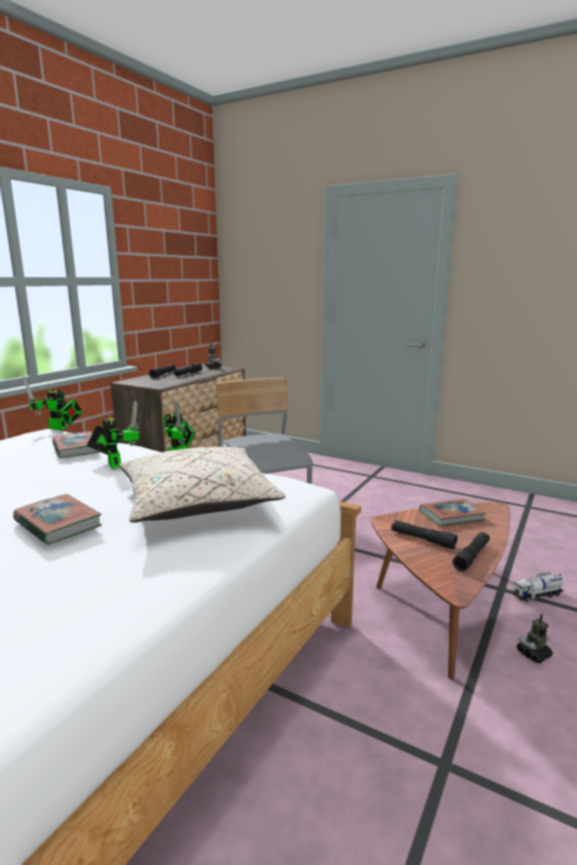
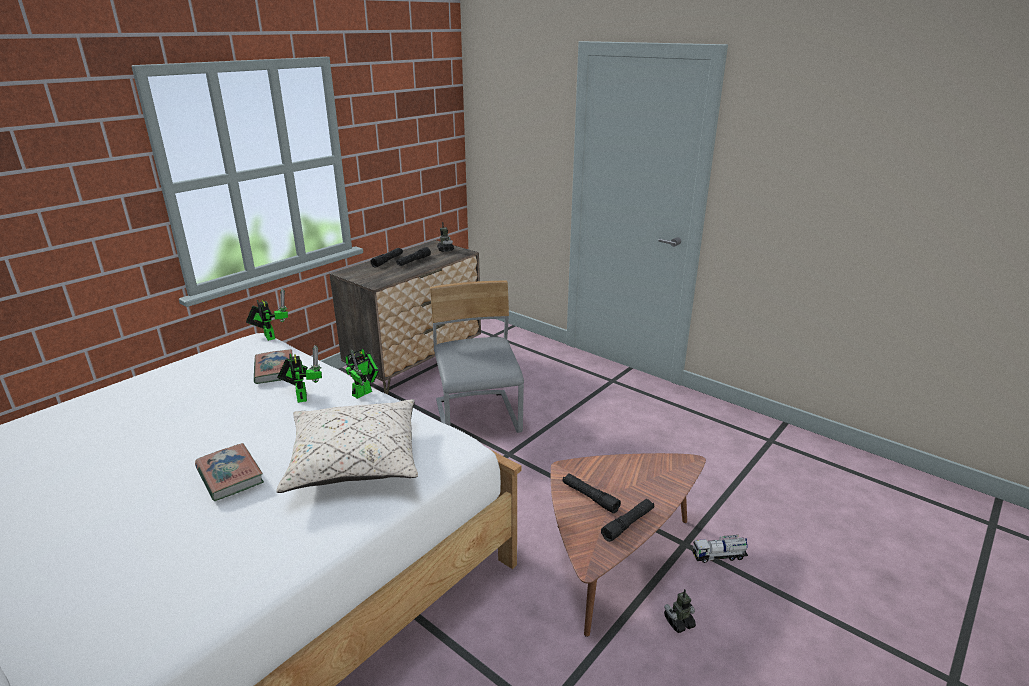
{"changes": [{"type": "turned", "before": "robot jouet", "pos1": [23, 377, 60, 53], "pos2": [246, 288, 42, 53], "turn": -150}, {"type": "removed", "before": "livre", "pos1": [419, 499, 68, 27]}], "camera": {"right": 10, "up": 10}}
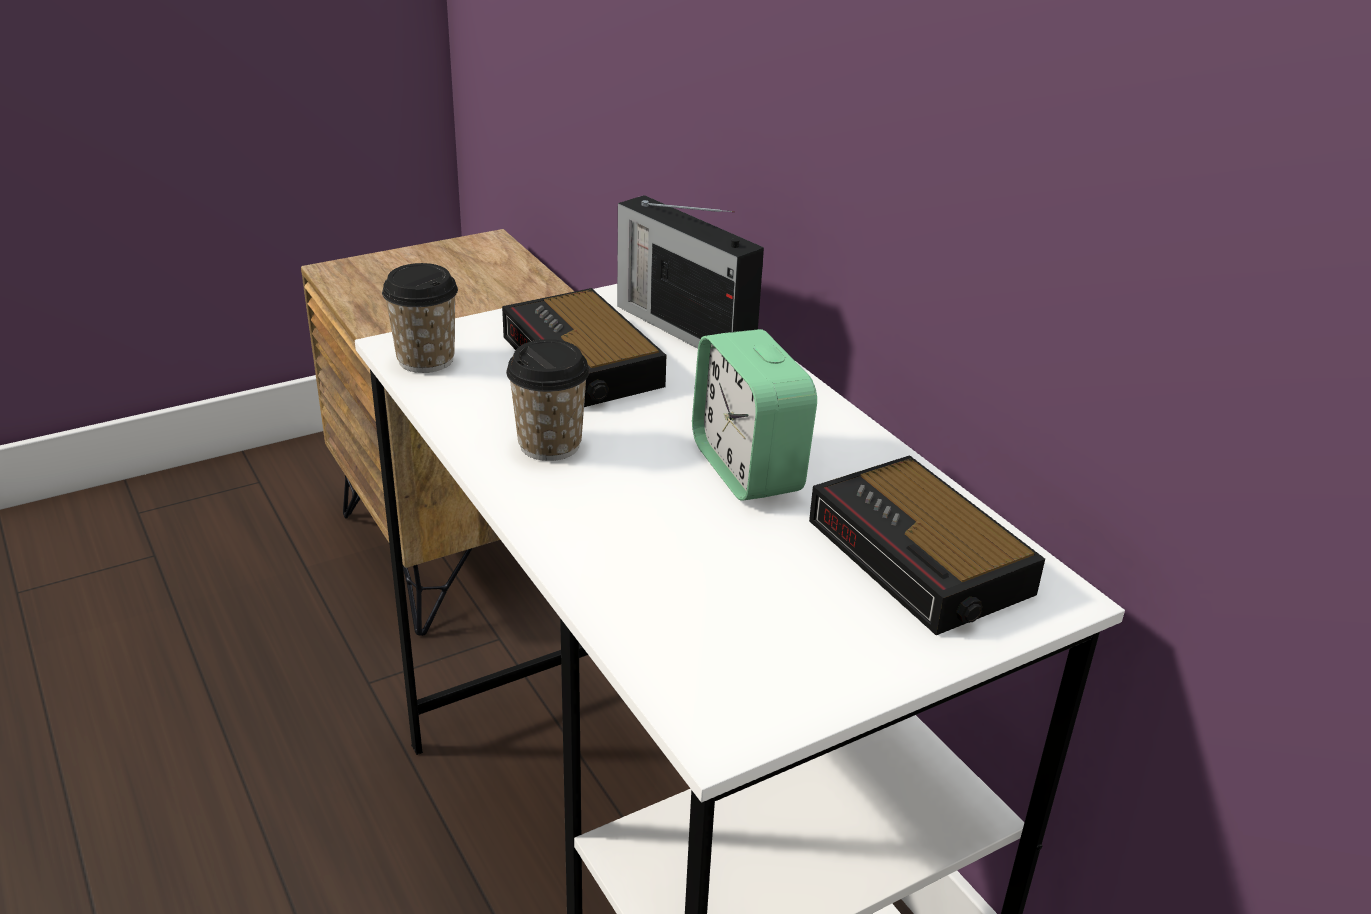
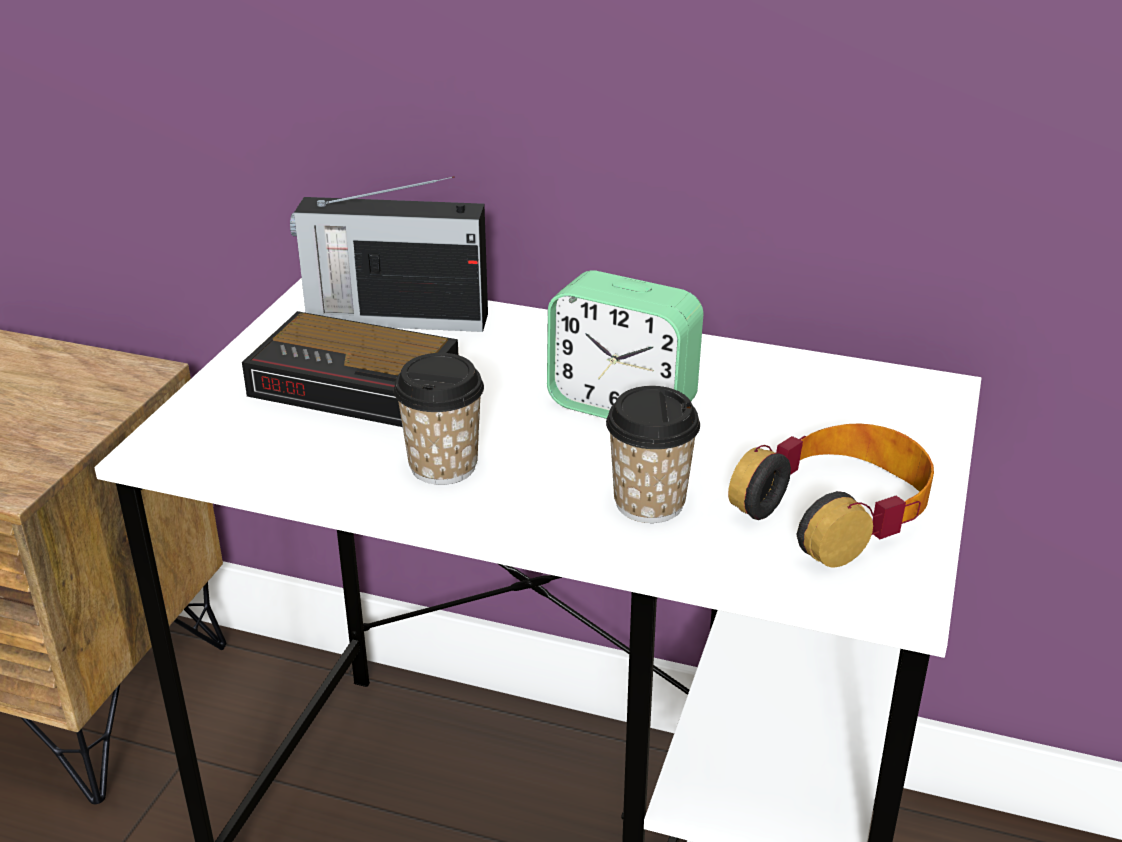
{"changes": [{"type": "moved", "before": "tasse", "pos1": [382, 263, 76, 110], "pos2": [606, 386, 94, 137]}, {"type": "added", "after": "casque audio", "pos2": [728, 423, 206, 144]}, {"type": "removed", "before": "réveil", "pos1": [809, 455, 236, 180]}], "camera": {"right": -40, "up": 0}}
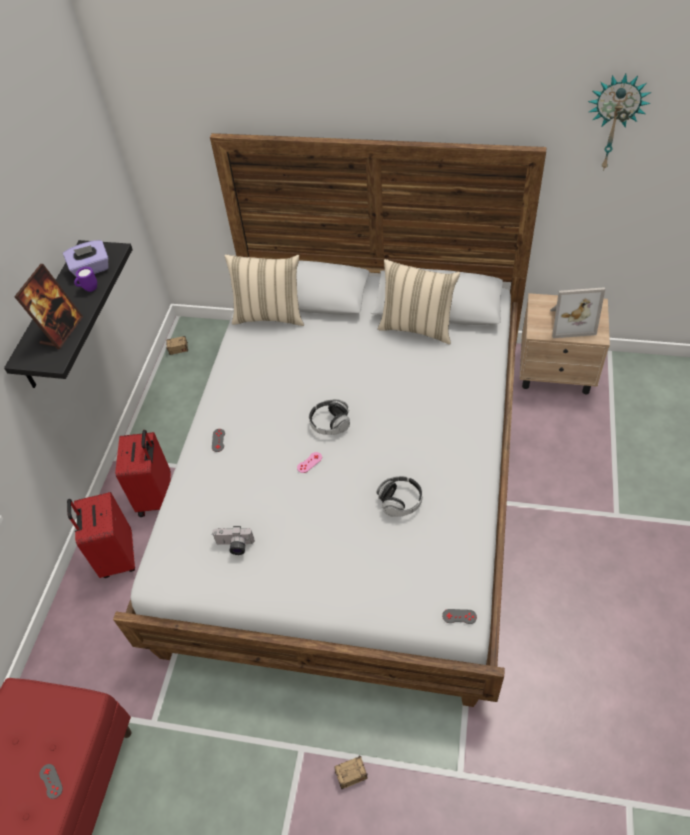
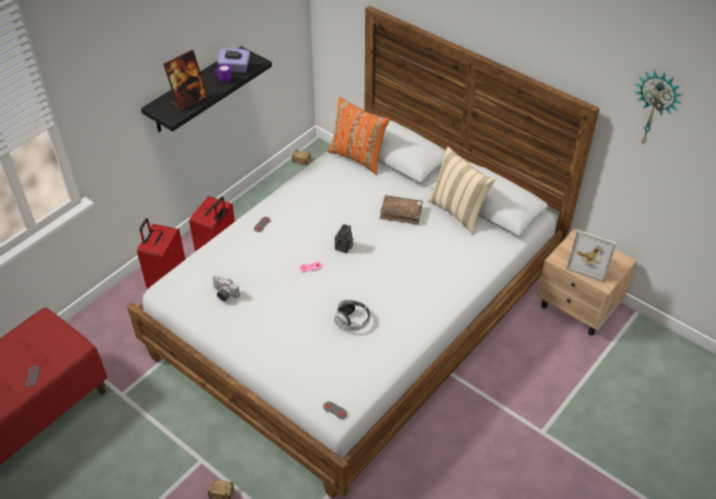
{"changes": [{"type": "recoloured", "before": "coussin/beige", "after": "coussin/orange", "pos1": [224, 254, 80, 72], "pos2": [328, 97, 62, 78]}, {"type": "replaced", "before": "casque audio", "after": "appareil photo", "pos1": [309, 400, 41, 35], "pos2": [335, 224, 18, 29]}, {"type": "added", "after": "livre/marron", "pos2": [380, 195, 43, 30]}], "camera": {"right": 25, "up": -5}}
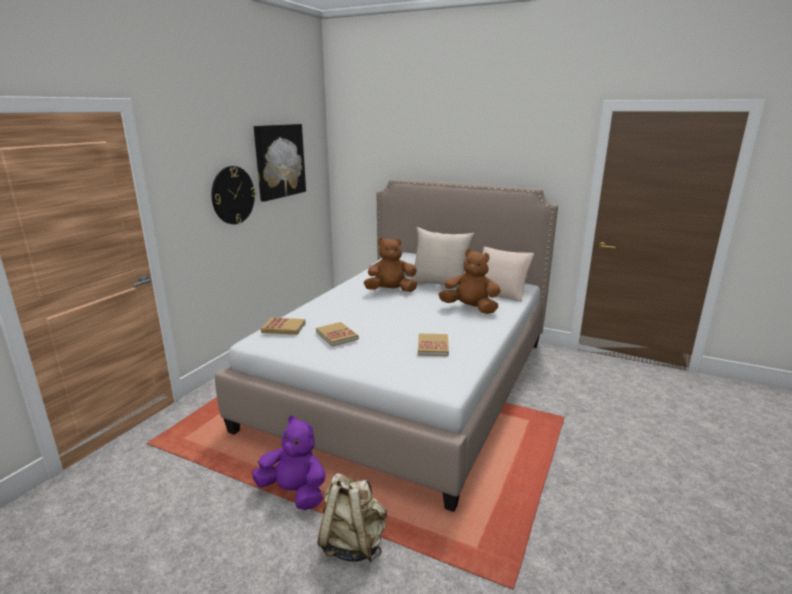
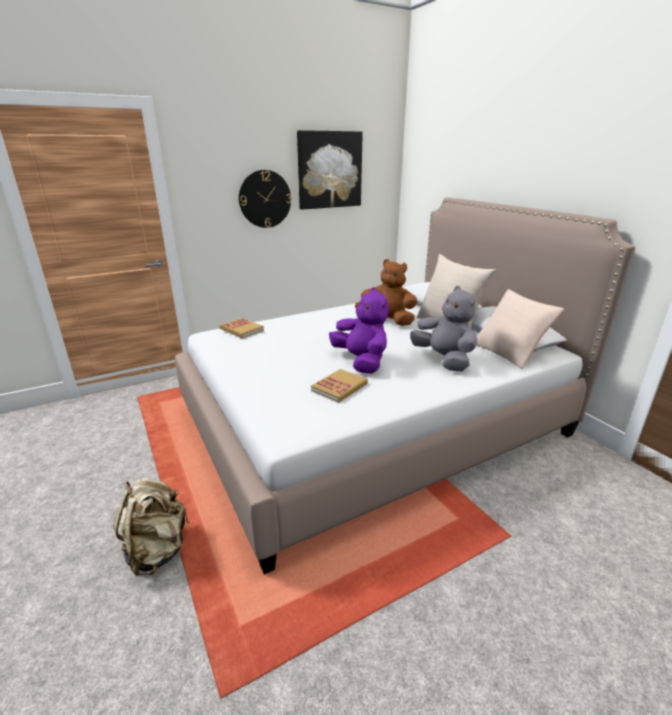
{"changes": [{"type": "moved", "before": "peluche/violet", "pos1": [252, 416, 74, 94], "pos2": [329, 287, 60, 87]}, {"type": "recoloured", "before": "peluche/marron", "after": "peluche/gris", "pos1": [438, 249, 63, 65], "pos2": [410, 286, 67, 86]}, {"type": "removed", "before": "livre", "pos1": [316, 322, 43, 24]}], "camera": {"right": 35, "up": 5}}
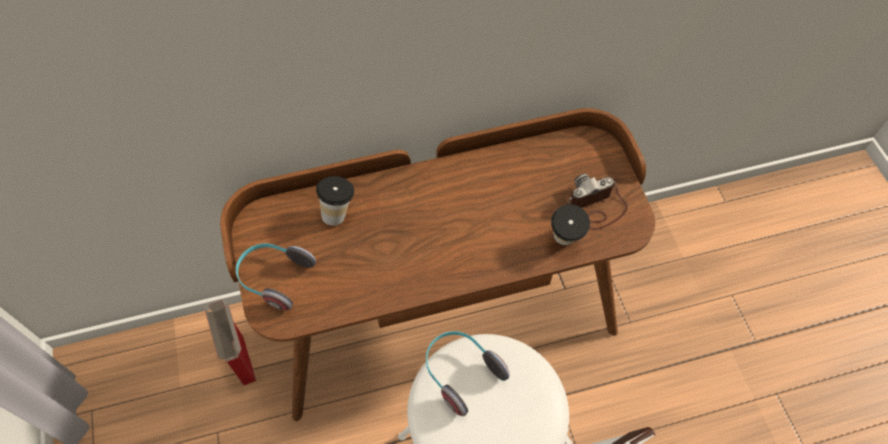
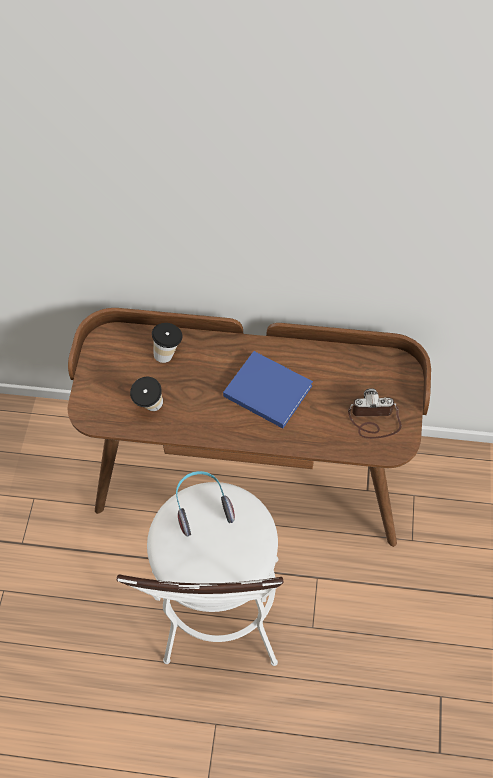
{"changes": [{"type": "moved", "before": "tasse", "pos1": [551, 204, 39, 41], "pos2": [130, 377, 33, 34]}, {"type": "added", "after": "livre/bleu", "pos2": [223, 351, 90, 78]}, {"type": "removed", "before": "carton", "pos1": [205, 300, 51, 85]}, {"type": "removed", "before": "casque audio", "pos1": [236, 243, 80, 67]}], "camera": {"right": 25, "up": 0}}
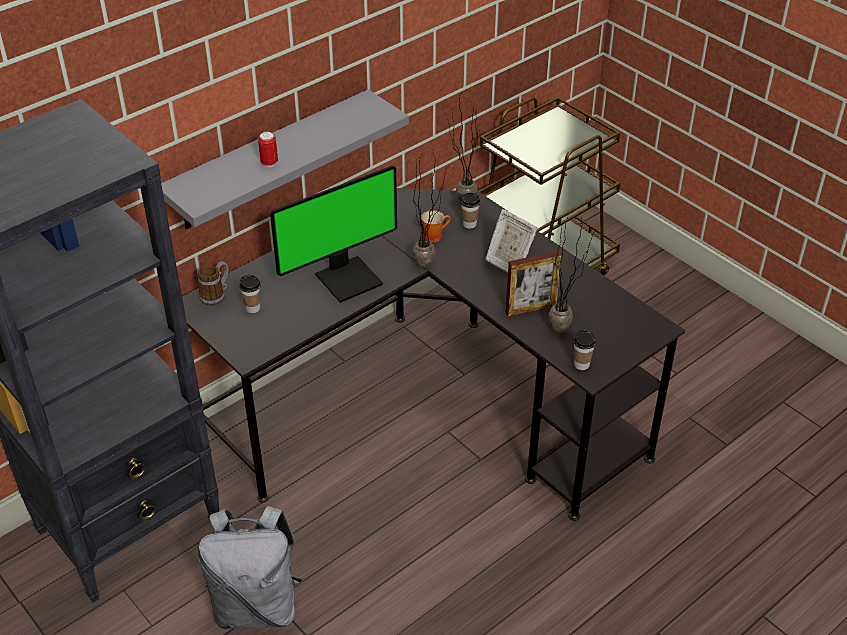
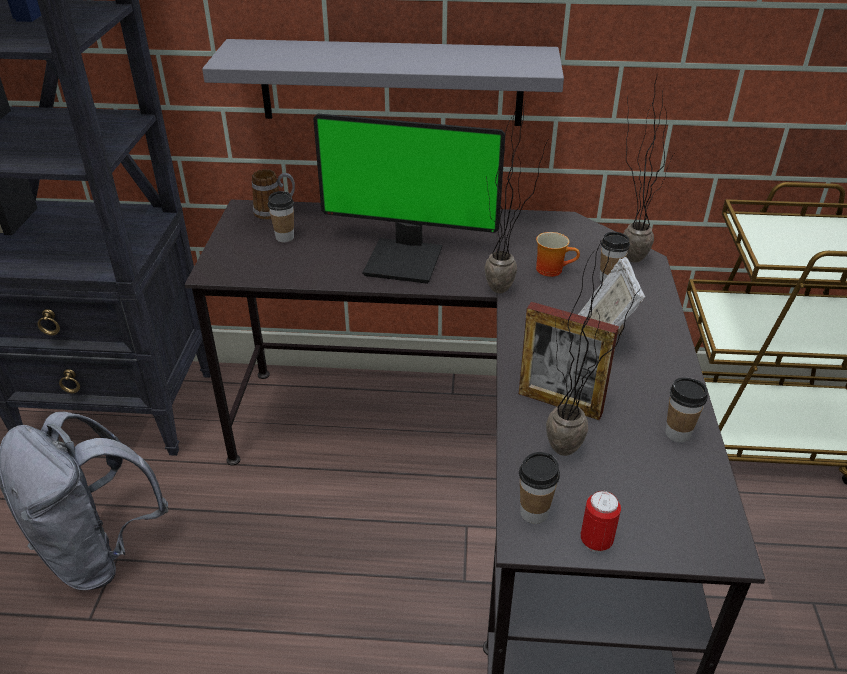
{"changes": [{"type": "moved", "before": "boîte métallique", "pos1": [258, 132, 20, 35], "pos2": [581, 491, 40, 61]}, {"type": "added", "after": "tasse", "pos2": [665, 378, 43, 65]}], "camera": {"right": 45, "up": -5}}
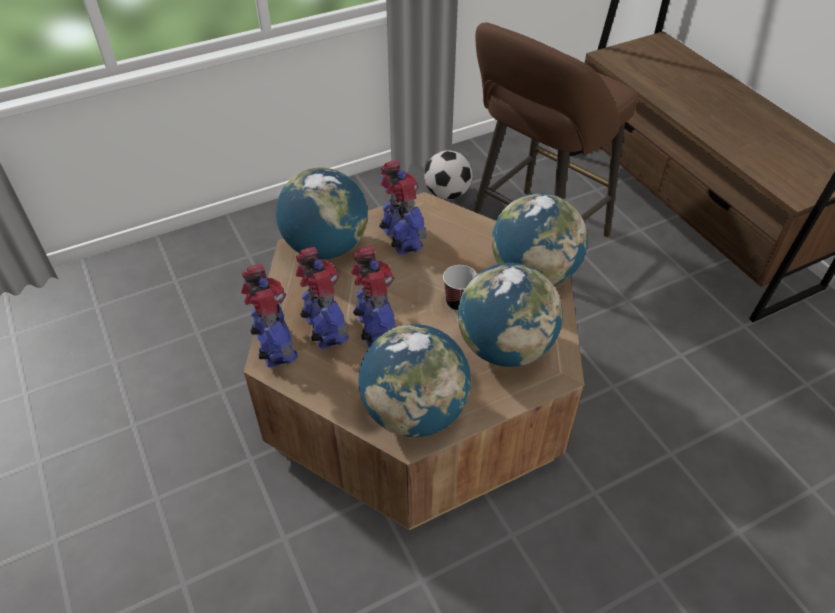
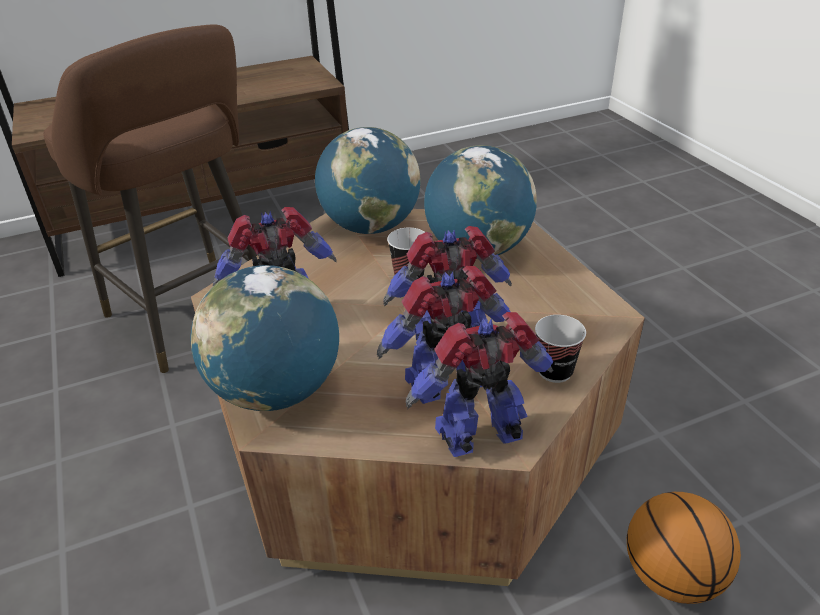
{"changes": [{"type": "added", "after": "tasse", "pos2": [535, 315, 51, 68]}, {"type": "added", "after": "ballon de basket", "pos2": [627, 492, 114, 112]}, {"type": "removed", "before": "globe", "pos1": [358, 324, 113, 113]}, {"type": "removed", "before": "ballon de foot", "pos1": [424, 150, 48, 49]}], "camera": {"right": -85, "up": -10}}
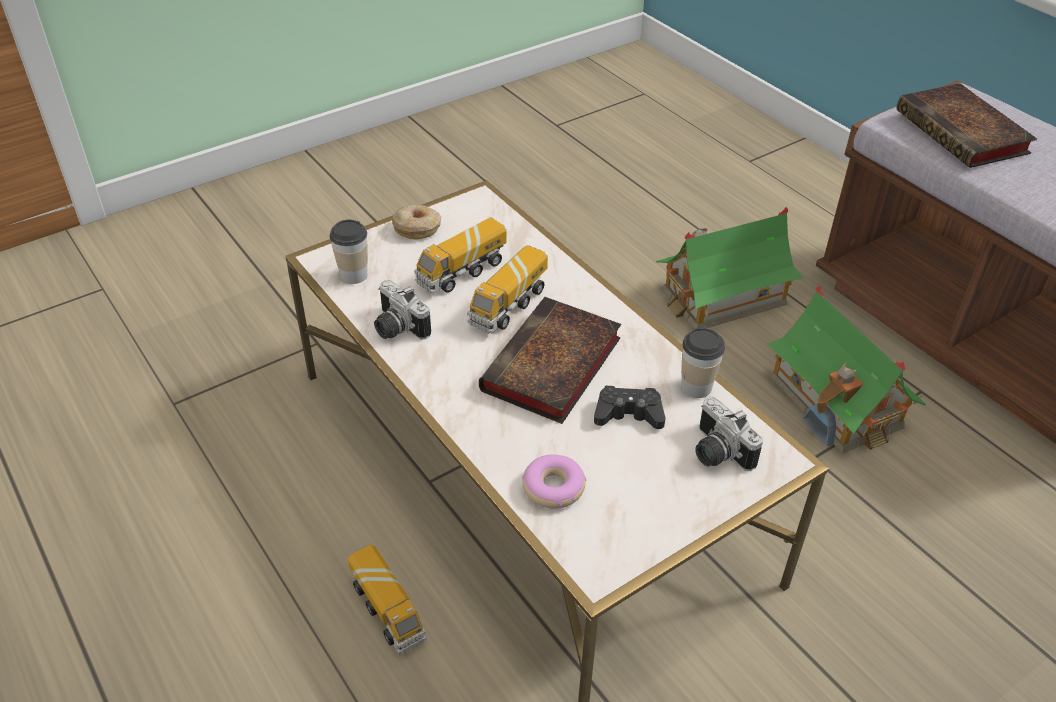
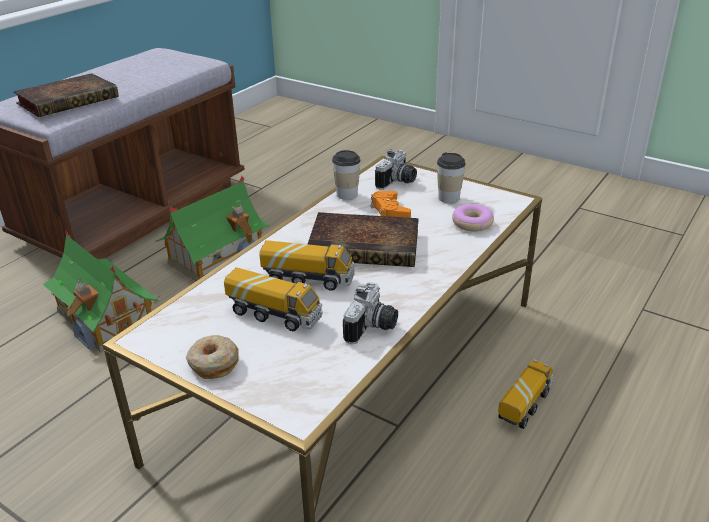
{"changes": [{"type": "recoloured", "before": "manette/noir", "after": "manette/orange", "pos1": [594, 386, 72, 43], "pos2": [370, 191, 41, 27]}, {"type": "moved", "before": "tasse", "pos1": [330, 220, 38, 64], "pos2": [437, 153, 29, 50]}], "camera": {"right": -110, "up": -10}}
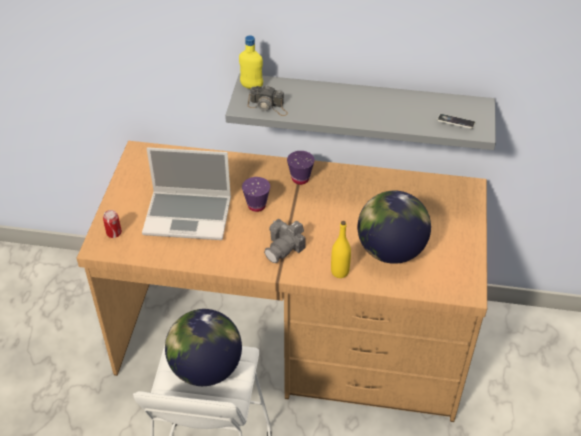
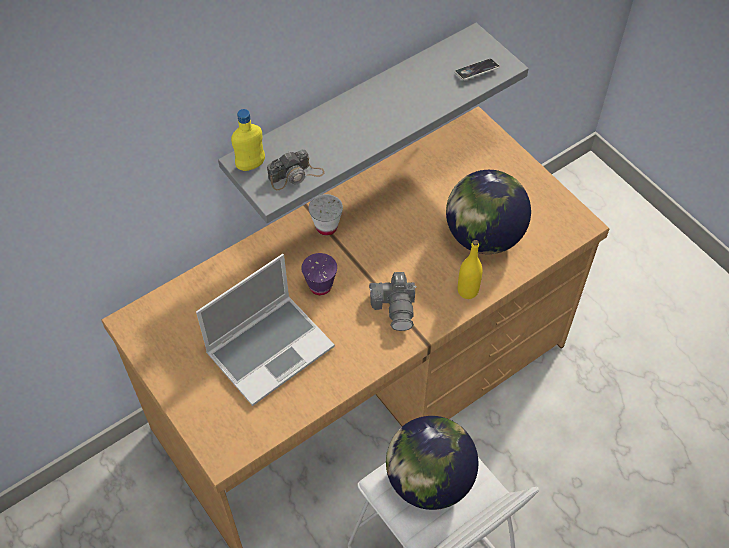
{"changes": [{"type": "recoloured", "before": "tasse/violet", "after": "tasse/blanc", "pos1": [287, 151, 28, 34], "pos2": [309, 194, 34, 42]}, {"type": "removed", "before": "boîte métallique", "pos1": [103, 210, 19, 28]}], "camera": {"right": -45, "up": 10}}
